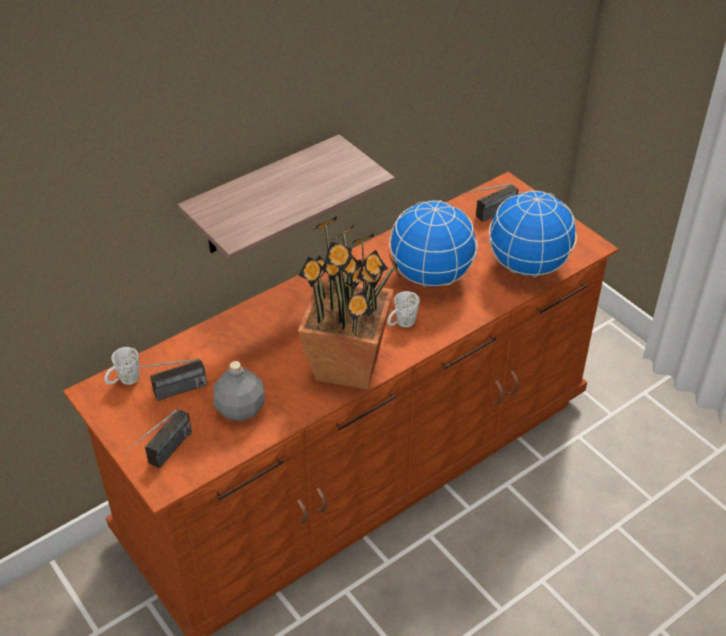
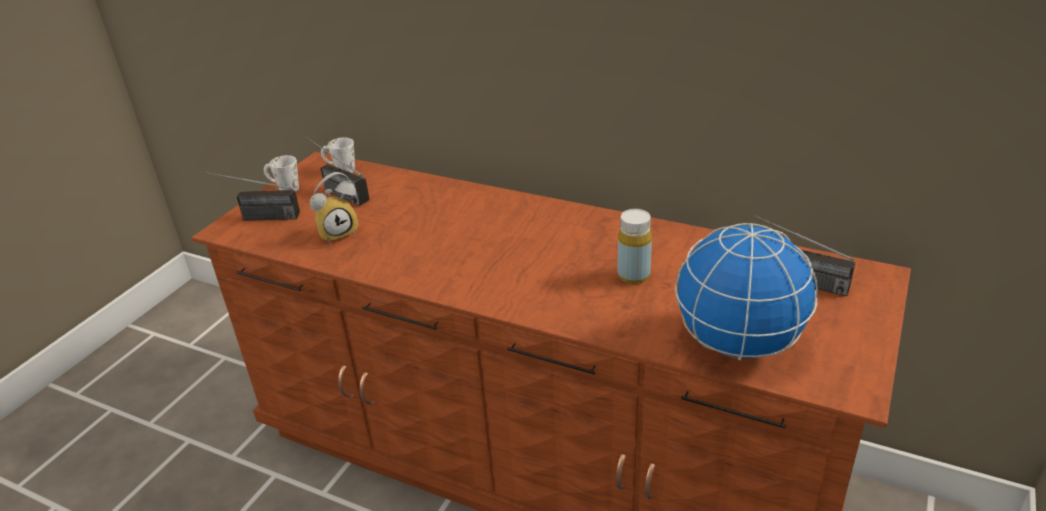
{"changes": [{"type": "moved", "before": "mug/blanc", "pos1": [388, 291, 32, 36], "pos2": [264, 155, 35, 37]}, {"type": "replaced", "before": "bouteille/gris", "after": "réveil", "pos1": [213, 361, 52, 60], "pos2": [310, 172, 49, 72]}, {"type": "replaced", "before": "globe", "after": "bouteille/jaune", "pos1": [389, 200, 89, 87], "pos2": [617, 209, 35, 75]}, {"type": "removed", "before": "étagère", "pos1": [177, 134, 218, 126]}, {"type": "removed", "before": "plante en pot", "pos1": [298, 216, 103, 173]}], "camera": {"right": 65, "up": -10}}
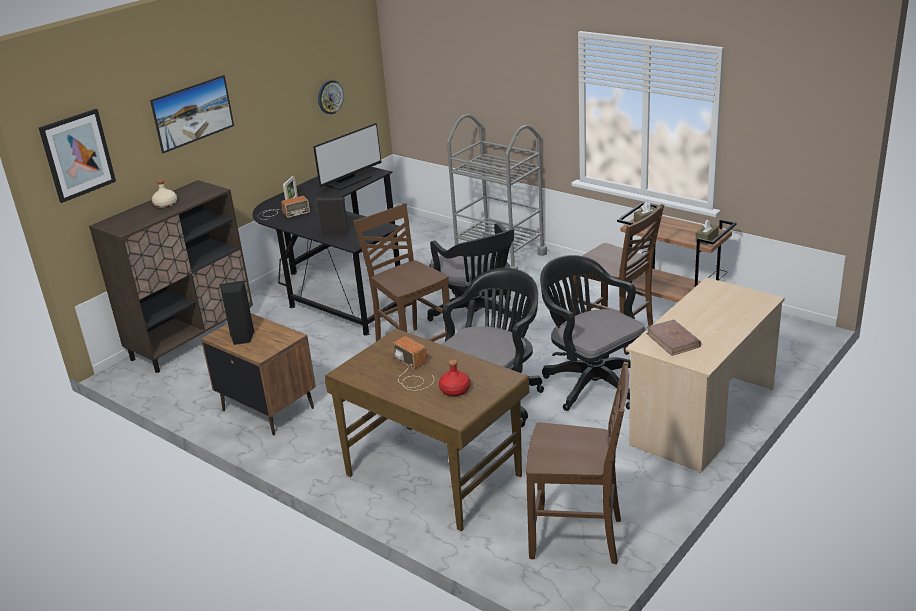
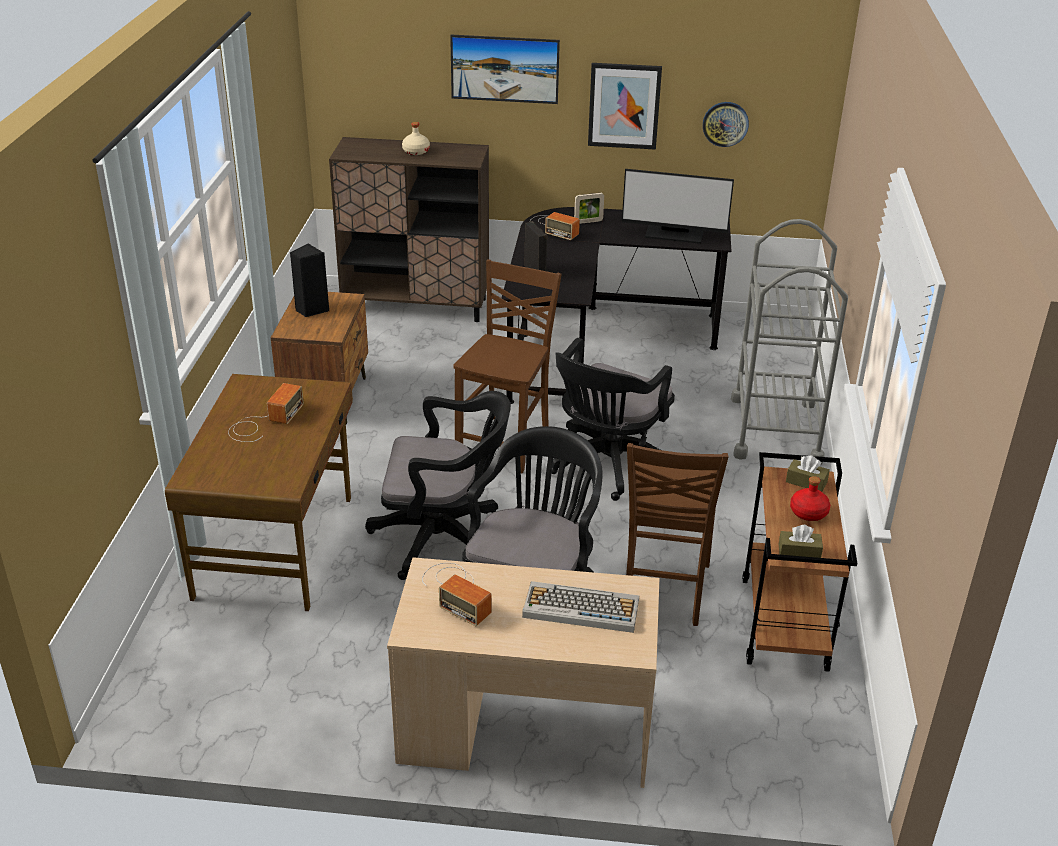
{"changes": [{"type": "replaced", "before": "livre/marron", "after": "radio", "pos1": [646, 320, 55, 36], "pos2": [422, 563, 70, 63]}, {"type": "added", "after": "clavier", "pos2": [522, 581, 117, 52]}, {"type": "moved", "before": "tableau", "pos1": [39, 109, 77, 94], "pos2": [588, 63, 74, 87]}, {"type": "moved", "before": "bouteille/rouge", "pos1": [439, 360, 31, 36], "pos2": [790, 476, 40, 45]}, {"type": "removed", "before": "chaise/marron", "pos1": [526, 362, 103, 202]}], "camera": {"right": 55, "up": 5}}
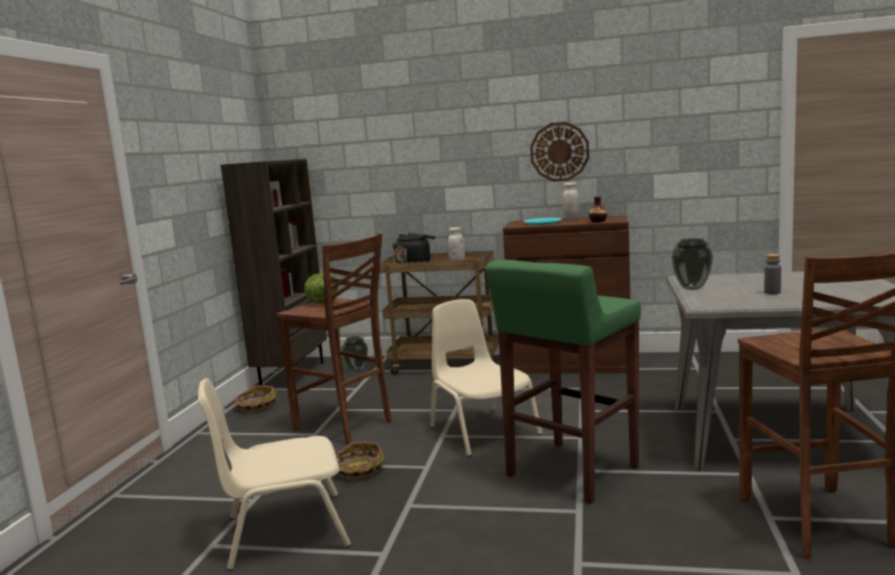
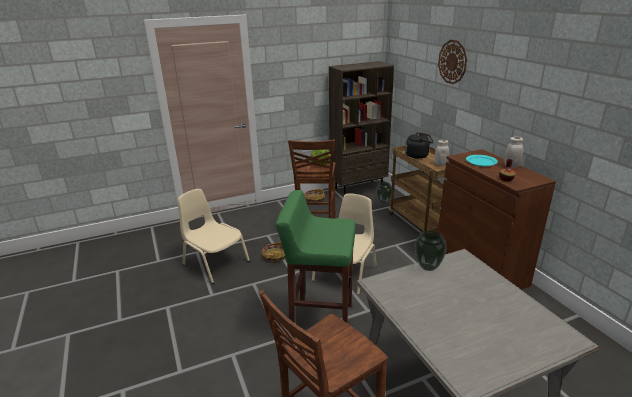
{"changes": [{"type": "moved", "before": "horloge murale", "pos1": [530, 122, 59, 60], "pos2": [438, 40, 29, 44]}, {"type": "removed", "before": "bouteille/gris", "pos1": [764, 254, 17, 40]}], "camera": {"right": 55, "up": 15}}
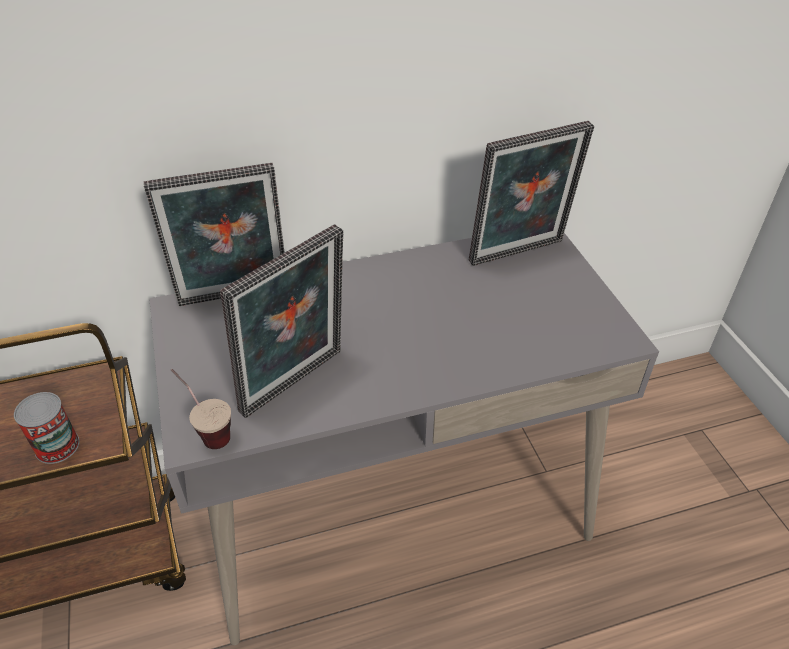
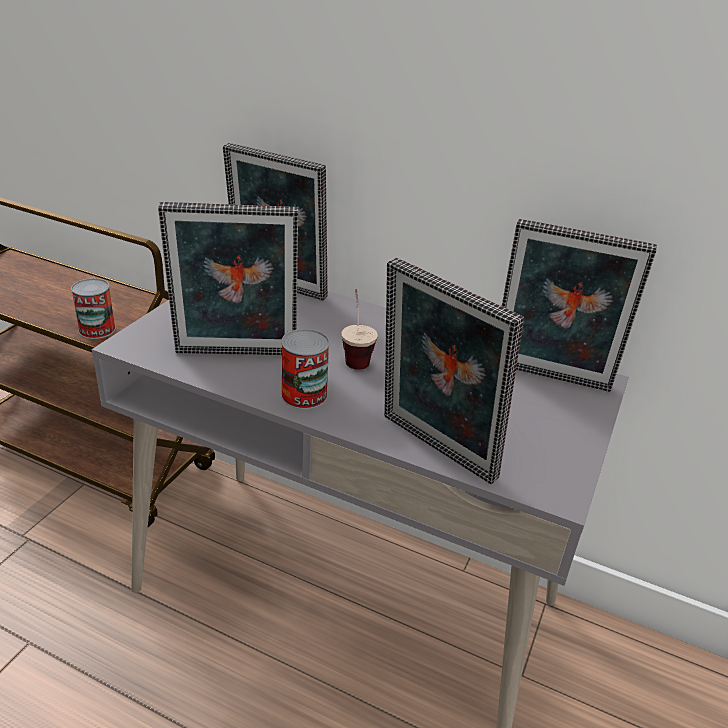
{"changes": [{"type": "added", "after": "boîte métallique", "pos2": [281, 329, 49, 80]}, {"type": "moved", "before": "tasse", "pos1": [171, 369, 60, 80], "pos2": [342, 289, 36, 81]}, {"type": "added", "after": "cadre photo", "pos2": [384, 258, 140, 226]}], "camera": {"right": 40, "up": -10}}
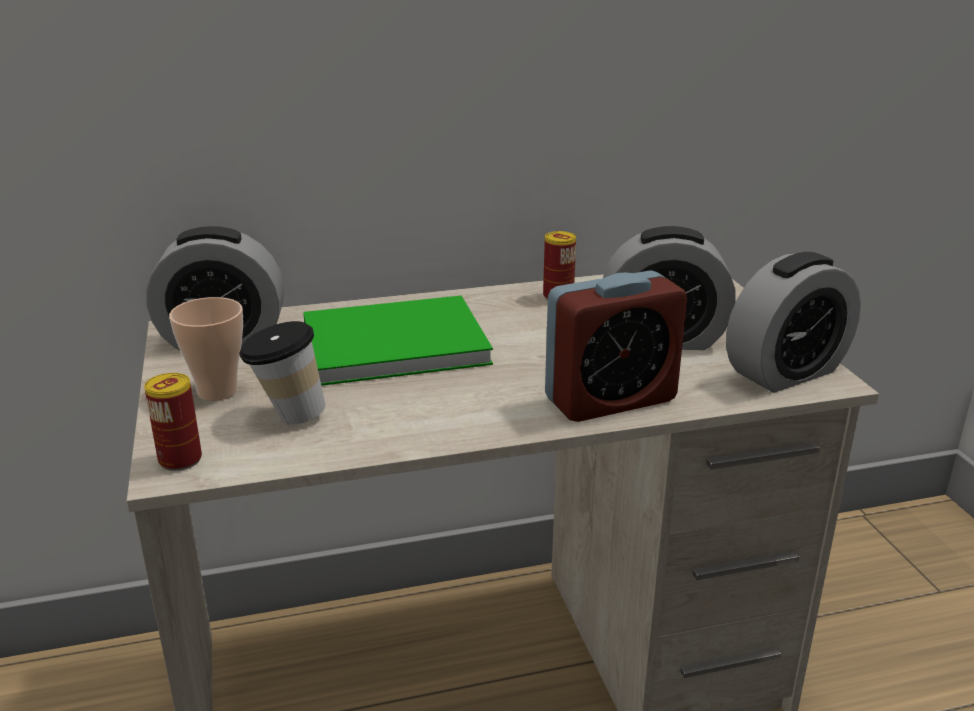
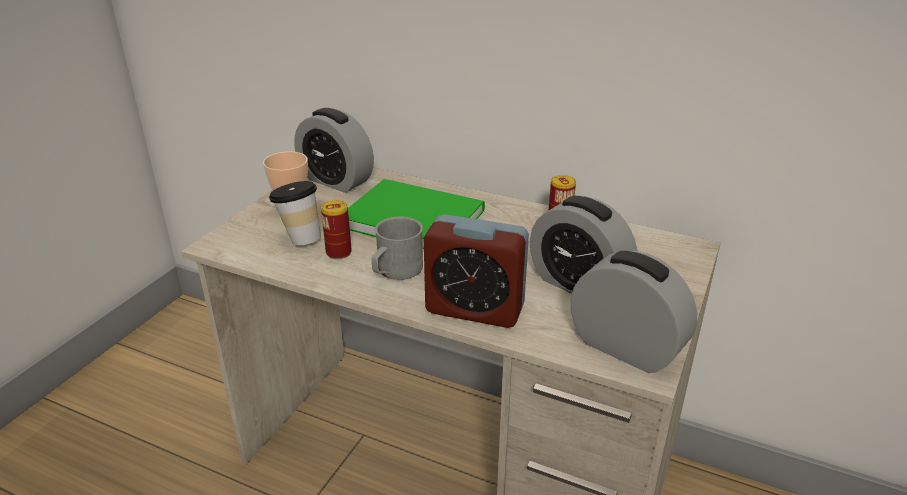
{"changes": [{"type": "moved", "before": "boîte métallique", "pos1": [144, 373, 58, 98], "pos2": [321, 200, 31, 59]}, {"type": "added", "after": "mug/gris", "pos2": [372, 216, 51, 64]}, {"type": "turned", "before": "réveil", "pos1": [726, 252, 135, 141], "pos2": [571, 251, 126, 122], "turn": -150}], "camera": {"right": 40, "up": 5}}
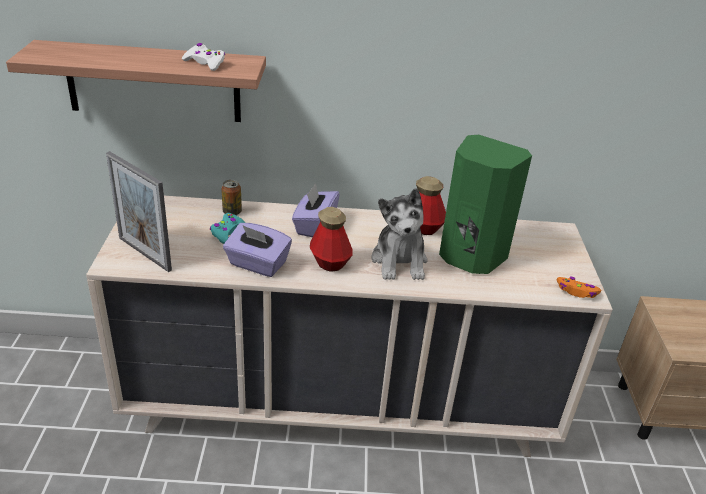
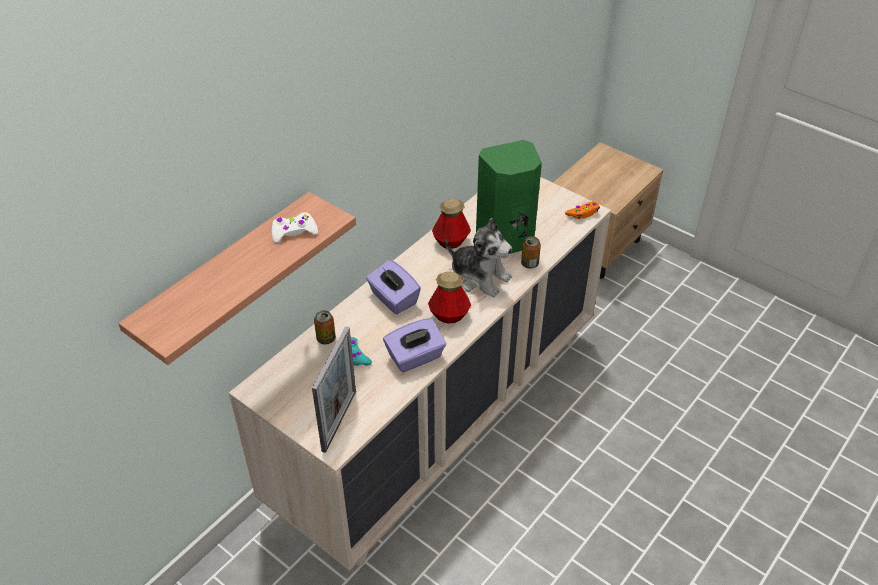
{"changes": [{"type": "turned", "before": "cadre photo", "pos1": [106, 151, 66, 121], "pos2": [312, 326, 44, 127], "turn": -60}, {"type": "added", "after": "boîte métallique", "pos2": [521, 236, 20, 33]}], "camera": {"right": -50, "up": 10}}
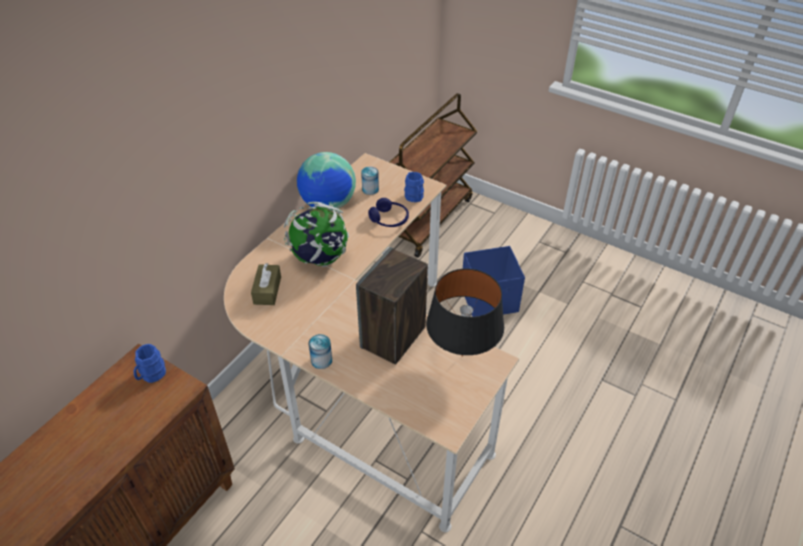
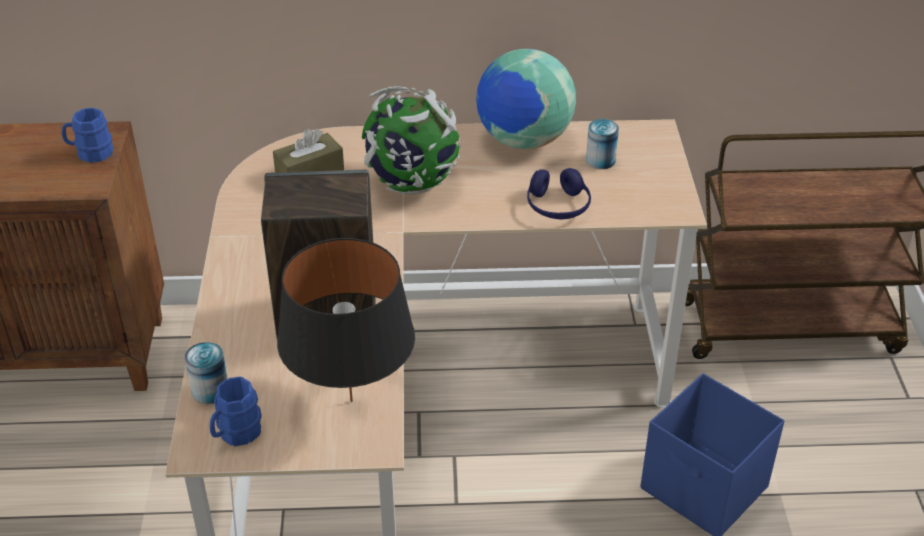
{"changes": [{"type": "moved", "before": "boîte métallique", "pos1": [309, 334, 23, 35], "pos2": [185, 342, 43, 62]}, {"type": "moved", "before": "mug/bleu", "pos1": [404, 172, 20, 31], "pos2": [210, 377, 52, 69]}], "camera": {"right": 55, "up": -5}}
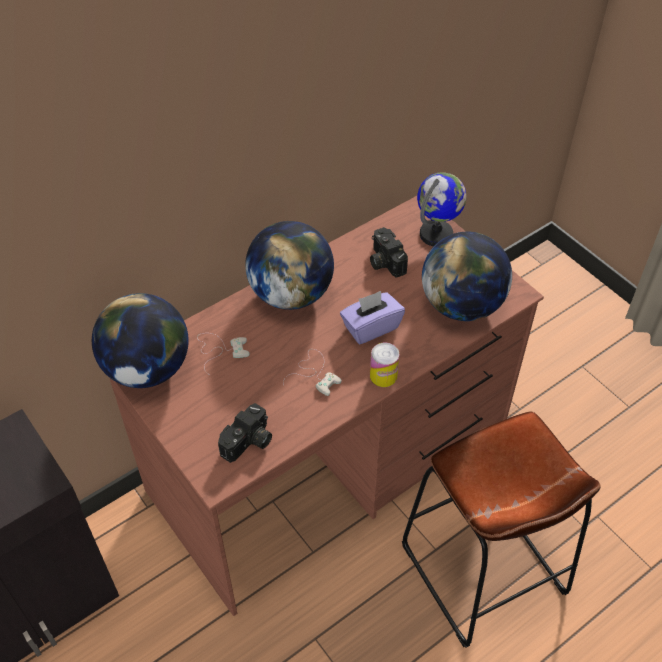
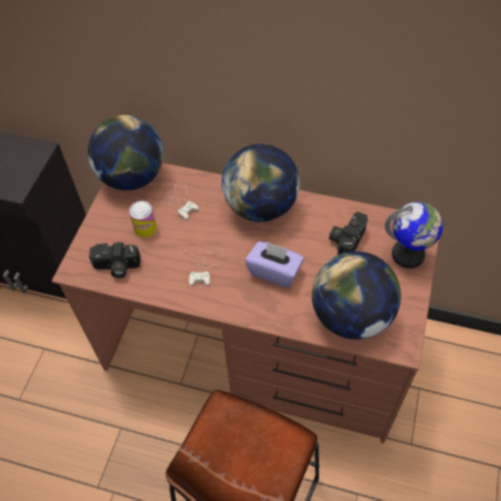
{"changes": [{"type": "moved", "before": "boîte métallique", "pos1": [370, 343, 29, 44], "pos2": [129, 201, 28, 37]}], "camera": {"right": 55, "up": 5}}
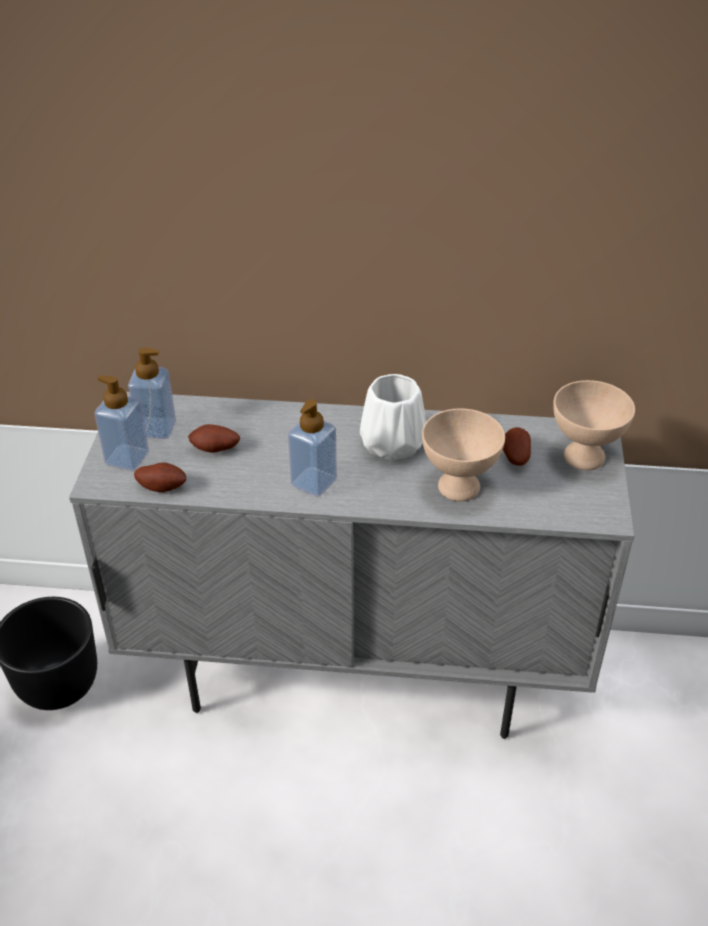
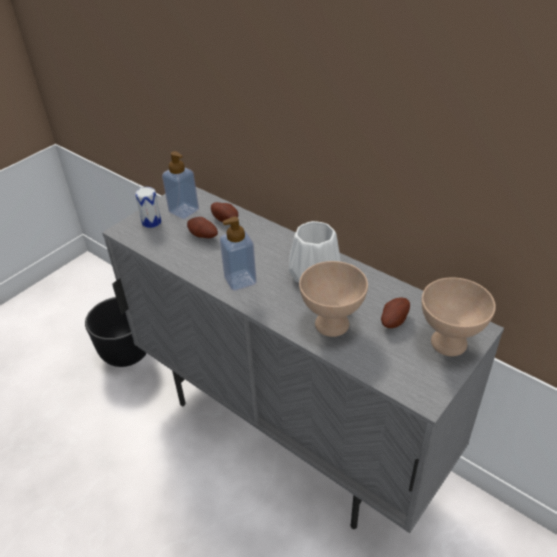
{"changes": [{"type": "replaced", "before": "distributeur de savon", "after": "boîte métallique", "pos1": [94, 375, 55, 96], "pos2": [135, 187, 26, 41]}, {"type": "moved", "before": "pomme de terre", "pos1": [134, 462, 52, 30], "pos2": [211, 202, 27, 20]}], "camera": {"right": 35, "up": 0}}
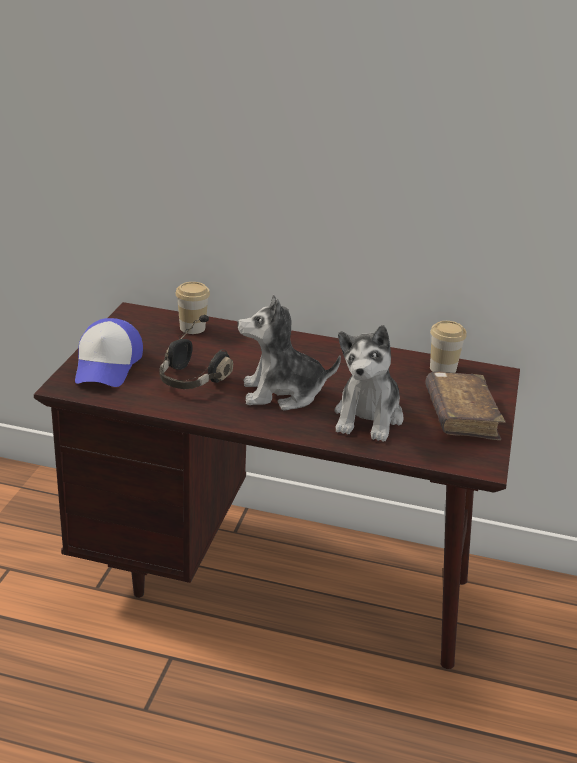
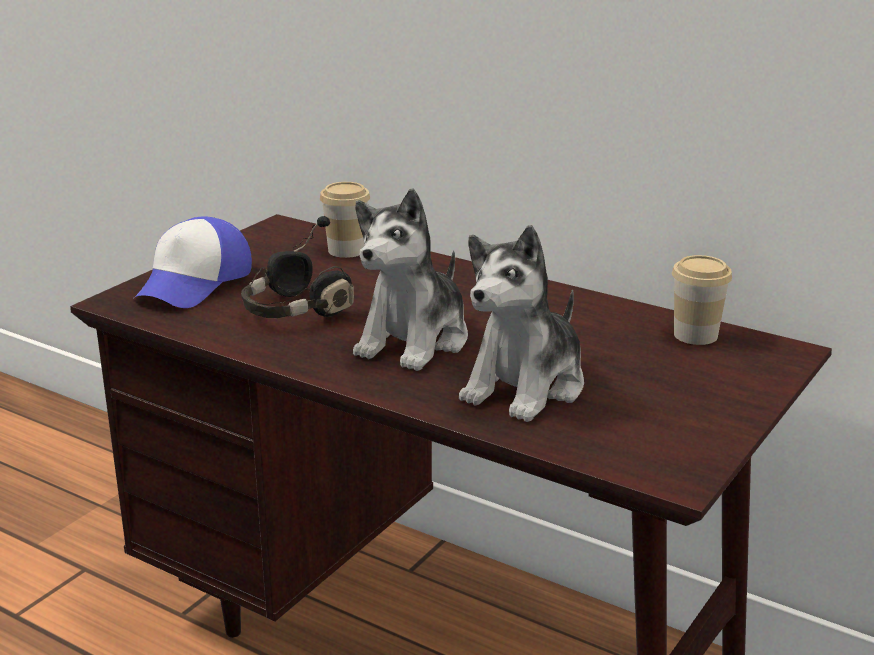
{"changes": [{"type": "turned", "before": "peluche", "pos1": [237, 295, 104, 115], "pos2": [353, 188, 115, 183], "turn": -75}, {"type": "removed", "before": "livre/marron", "pos1": [425, 372, 81, 68]}], "camera": {"right": 20, "up": -5}}
